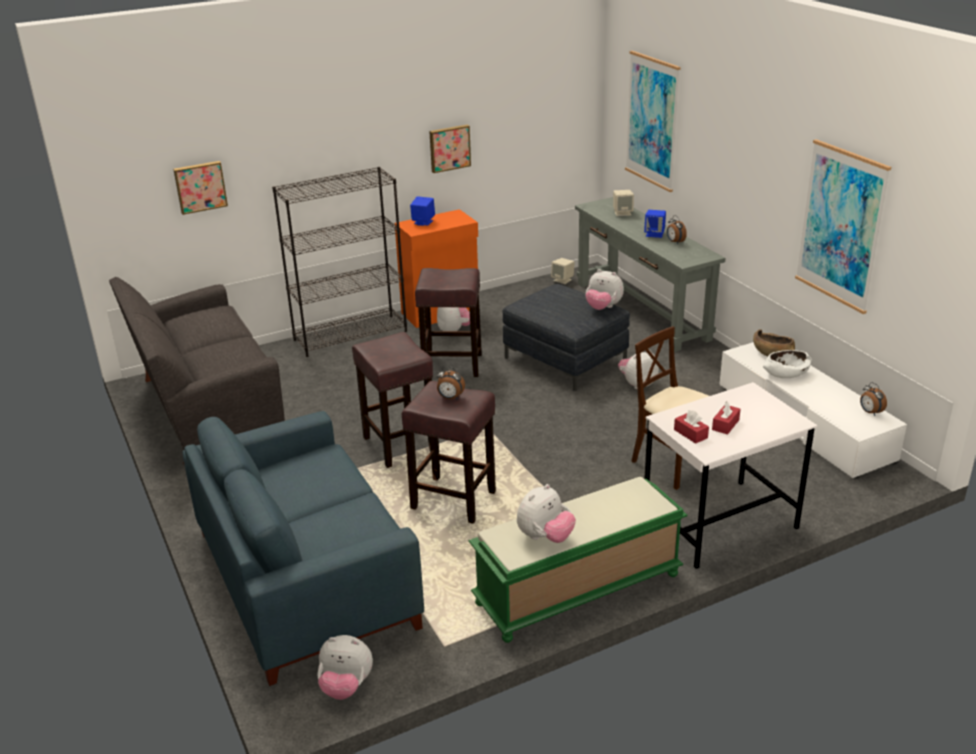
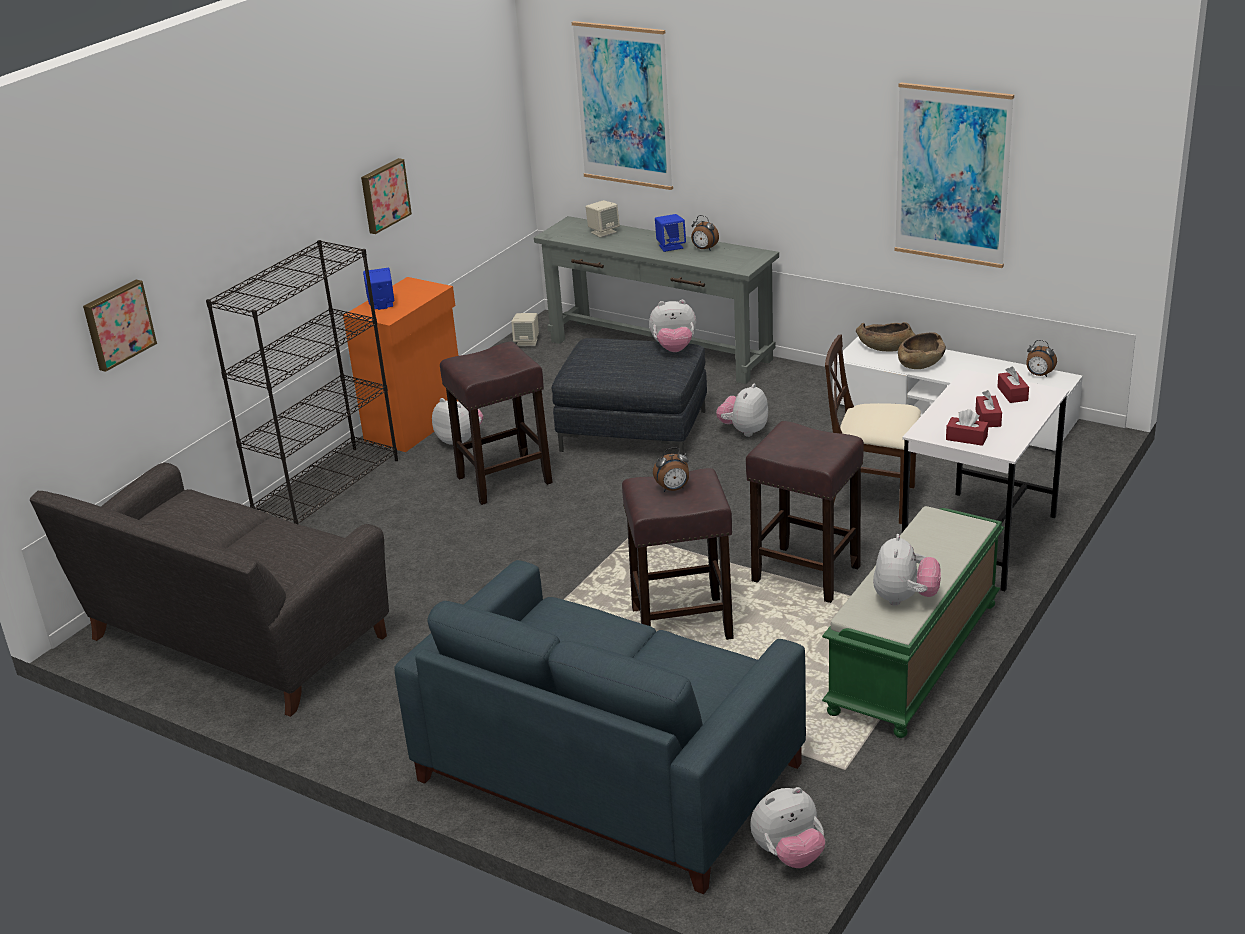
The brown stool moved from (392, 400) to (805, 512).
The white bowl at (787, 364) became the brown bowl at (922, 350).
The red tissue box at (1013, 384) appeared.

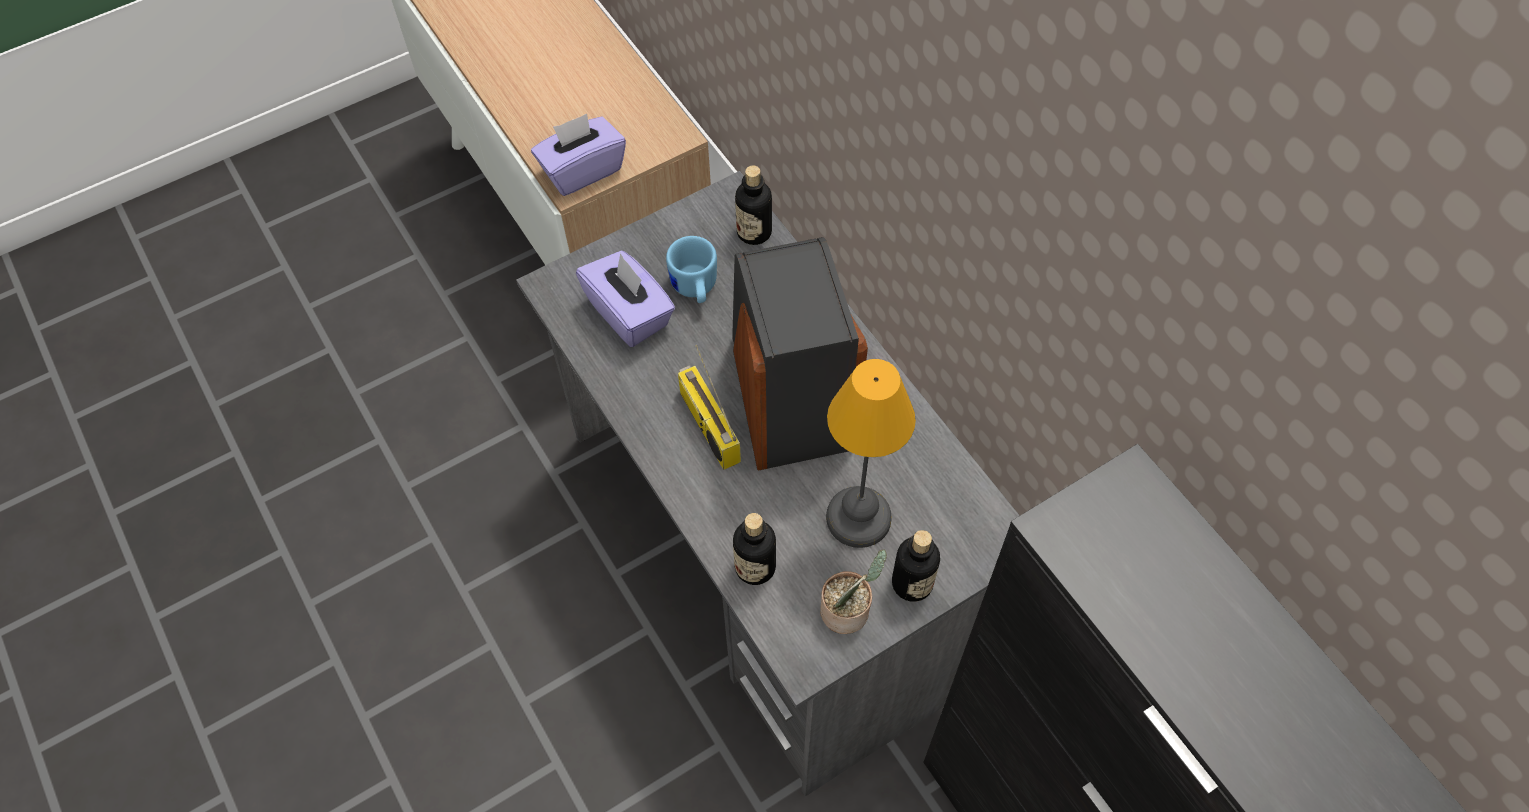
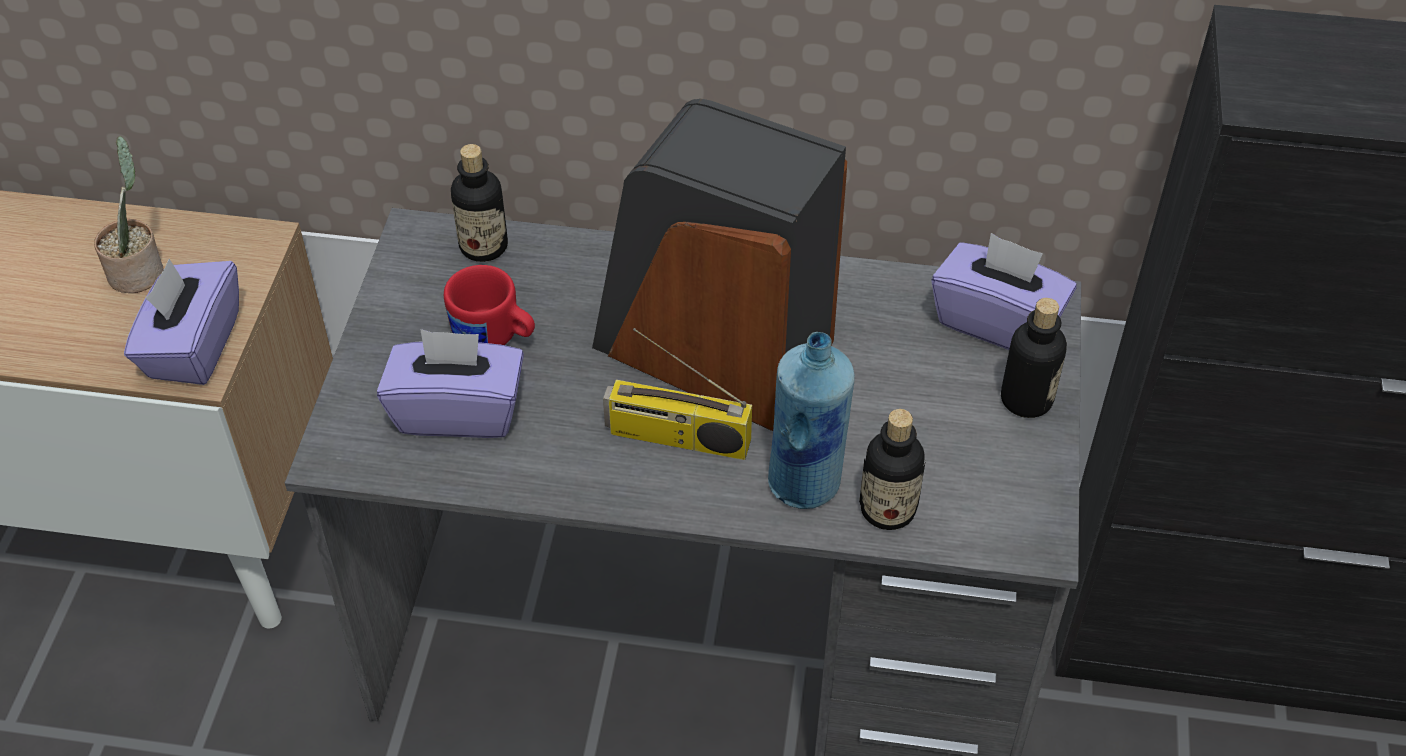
The blue mug at (691, 269) became the red mug at (489, 305).
The table lamp at (871, 453) disappeared.
The potted plant moved from (853, 592) to (129, 214).
The purple tissue box at (1003, 291) appeared.
The blue bottle at (811, 420) appeared.

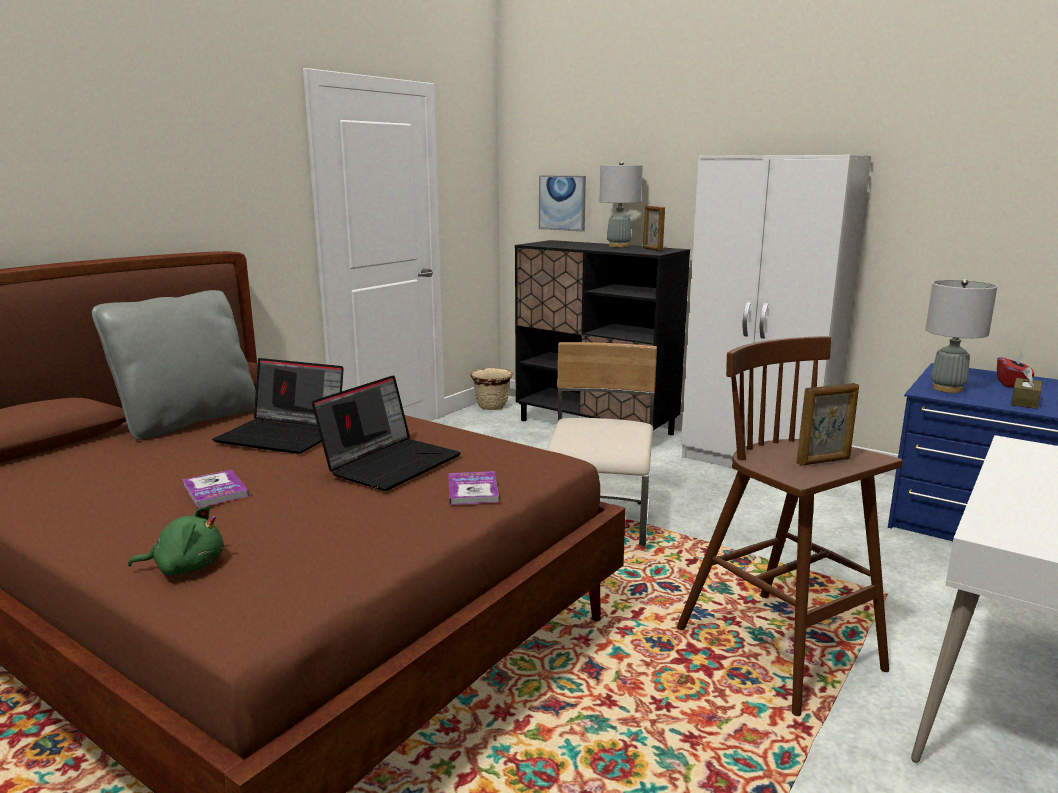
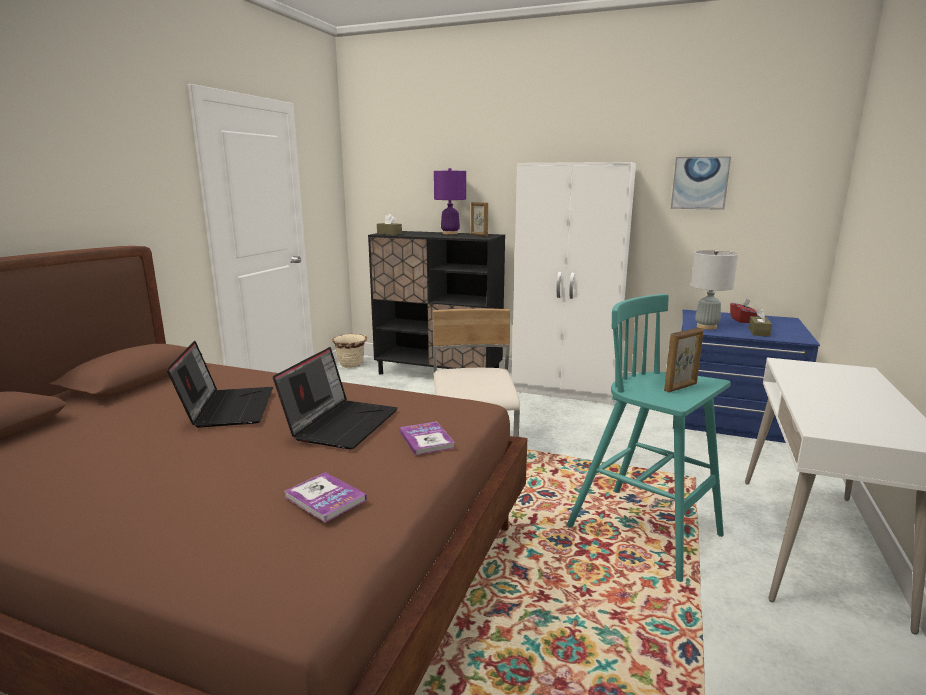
The grey table lamp at (621, 204) became the purple table lamp at (450, 201).
The picture moved from (562, 203) to (701, 183).
The grey pillow at (174, 365) disappeared.
The brown stool at (790, 526) became the turquoise stool at (649, 438).
The laptop at (278, 406) turned 105 degrees counterclockwise.
The book moved from (216, 489) to (325, 497).
The green plush toy at (176, 540) disappeared.
The brown tissue box at (389, 224) appeared.

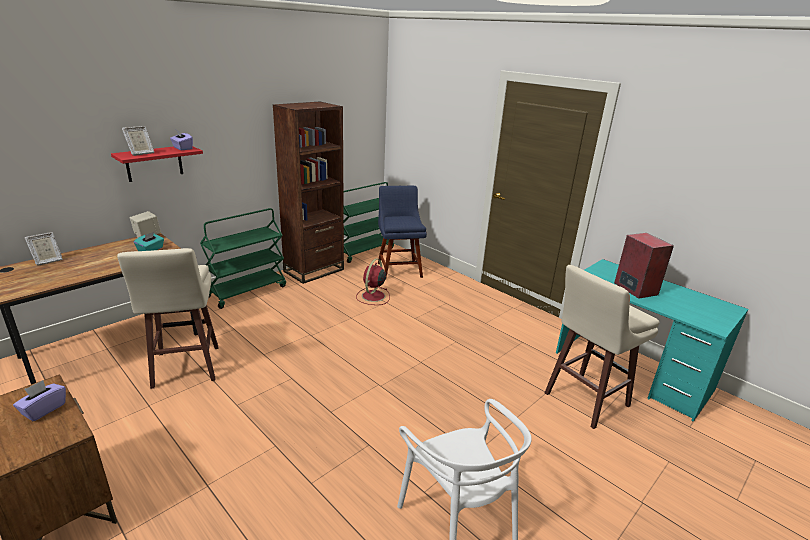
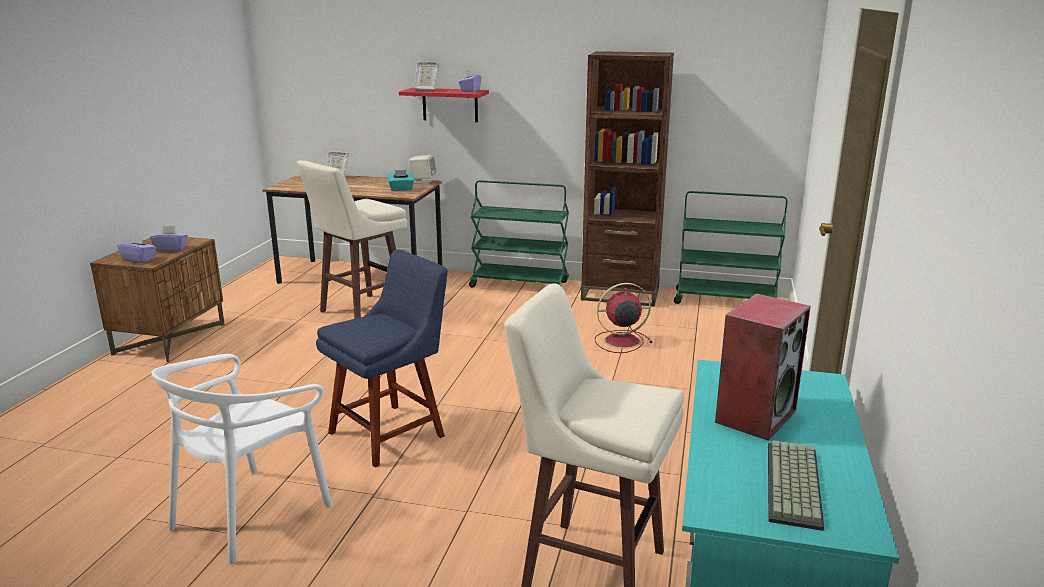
The blue chair moved from (402, 233) to (382, 359).
The purple tissue box at (137, 249) appeared.
The keyboard at (796, 485) appeared.

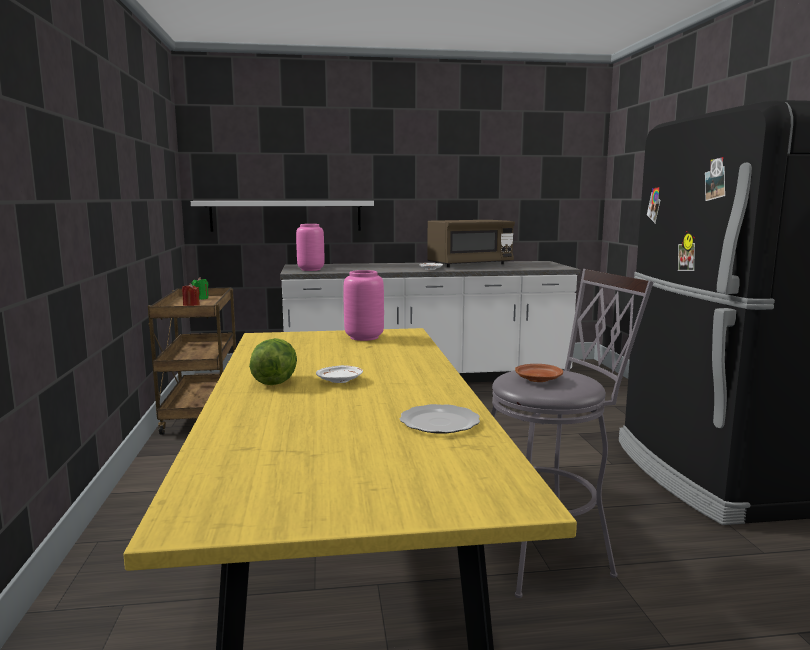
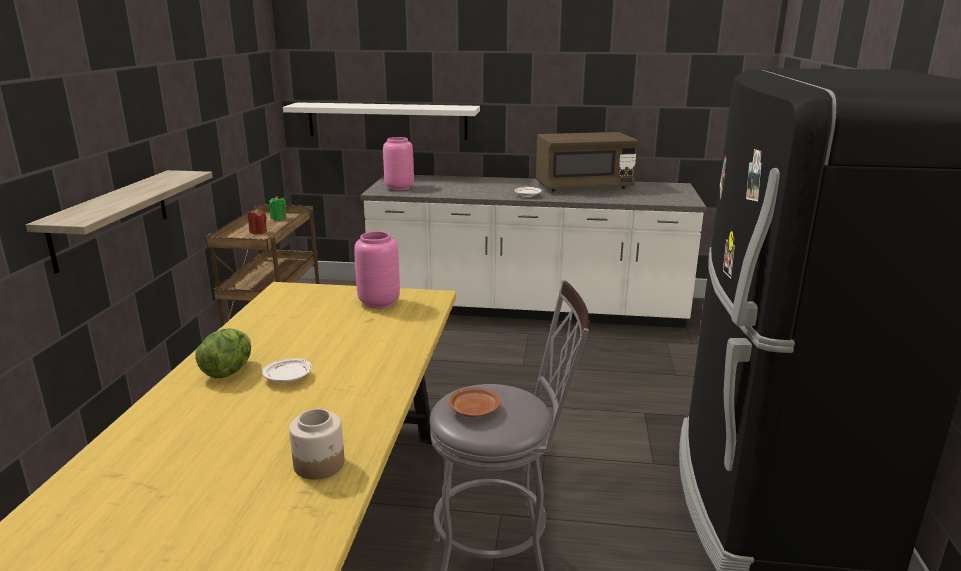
The plate at (440, 419) was replaced by the jar at (317, 444).
The shelf at (119, 221) appeared.

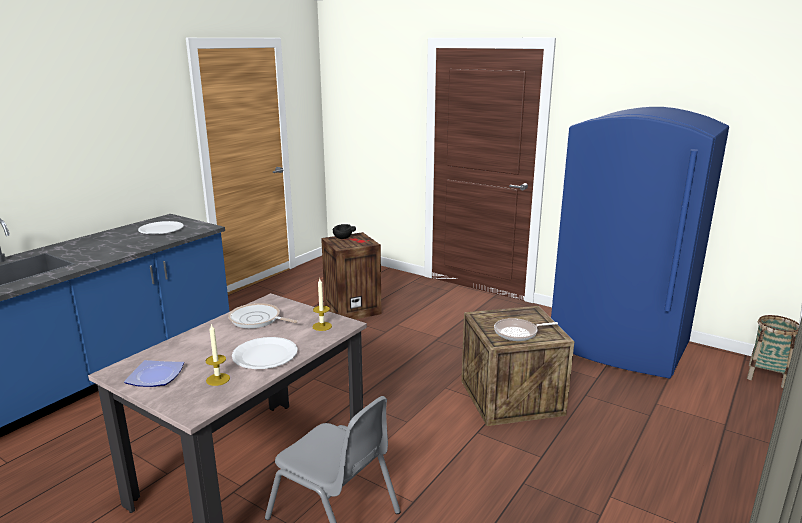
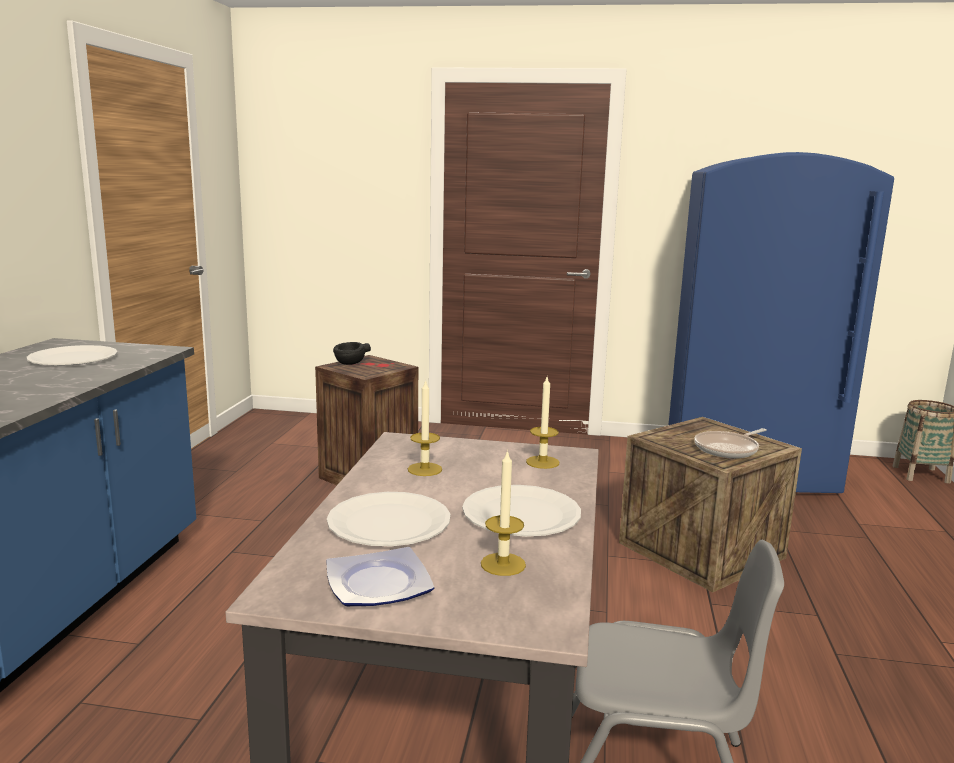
The frying pan at (263, 315) was replaced by the candle at (425, 428).
The white plate at (388, 519) appeared.

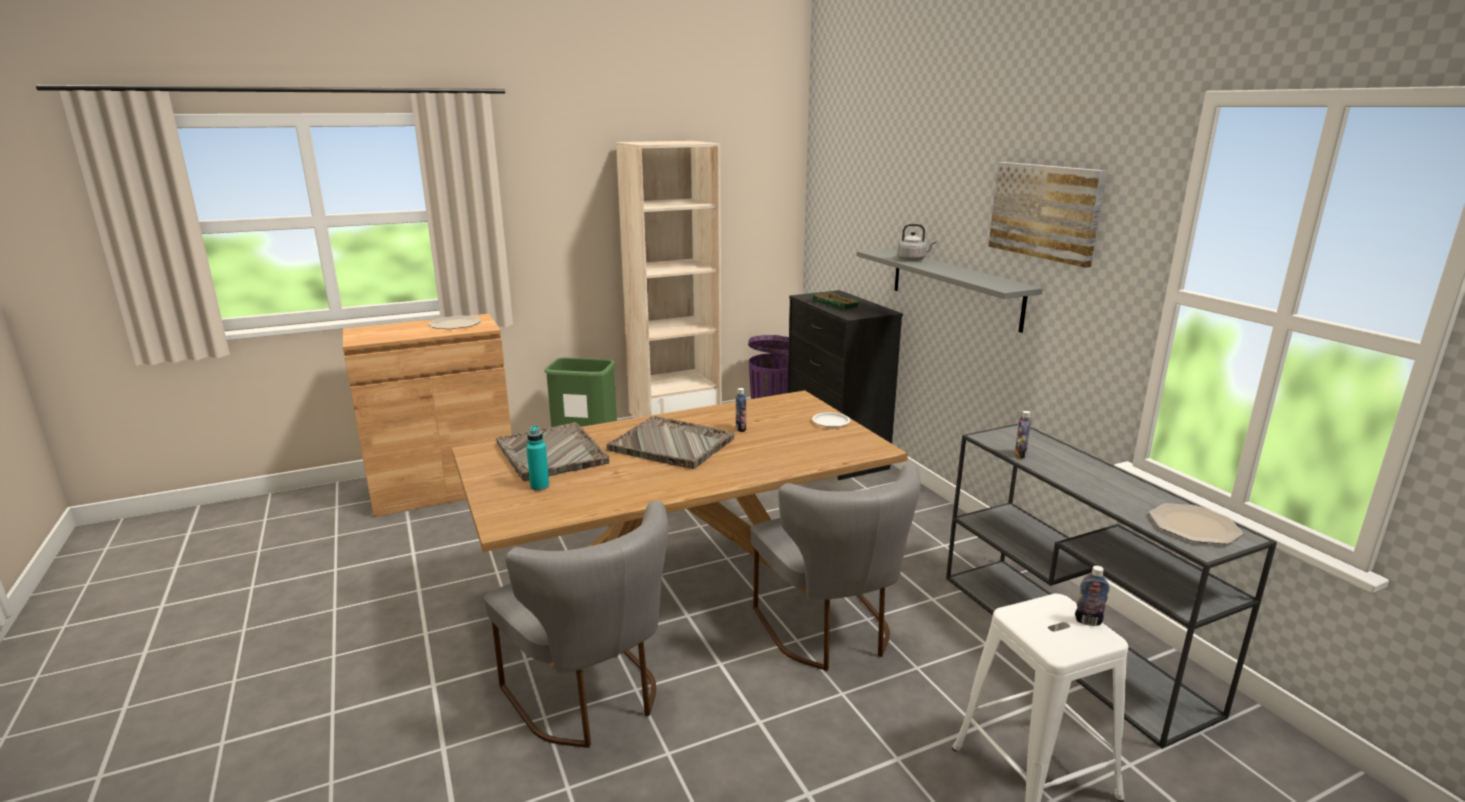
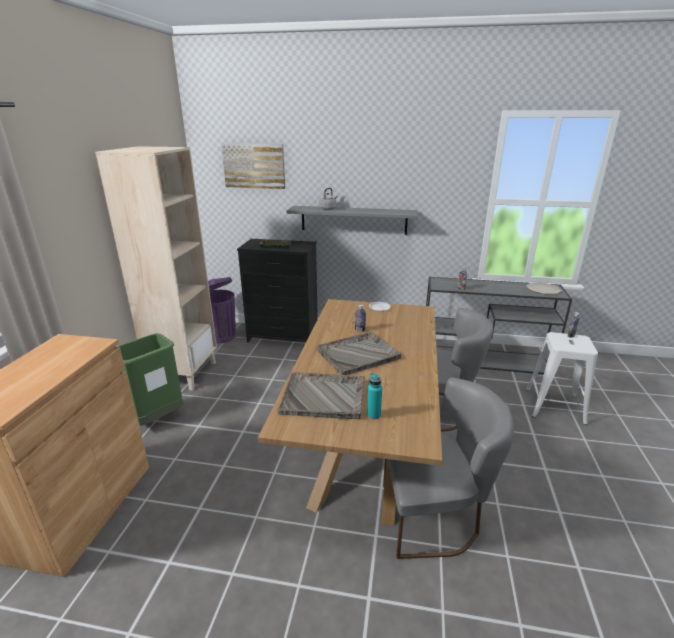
The picture moved from (1047, 215) to (253, 166).
The plate at (455, 322) disappeared.

